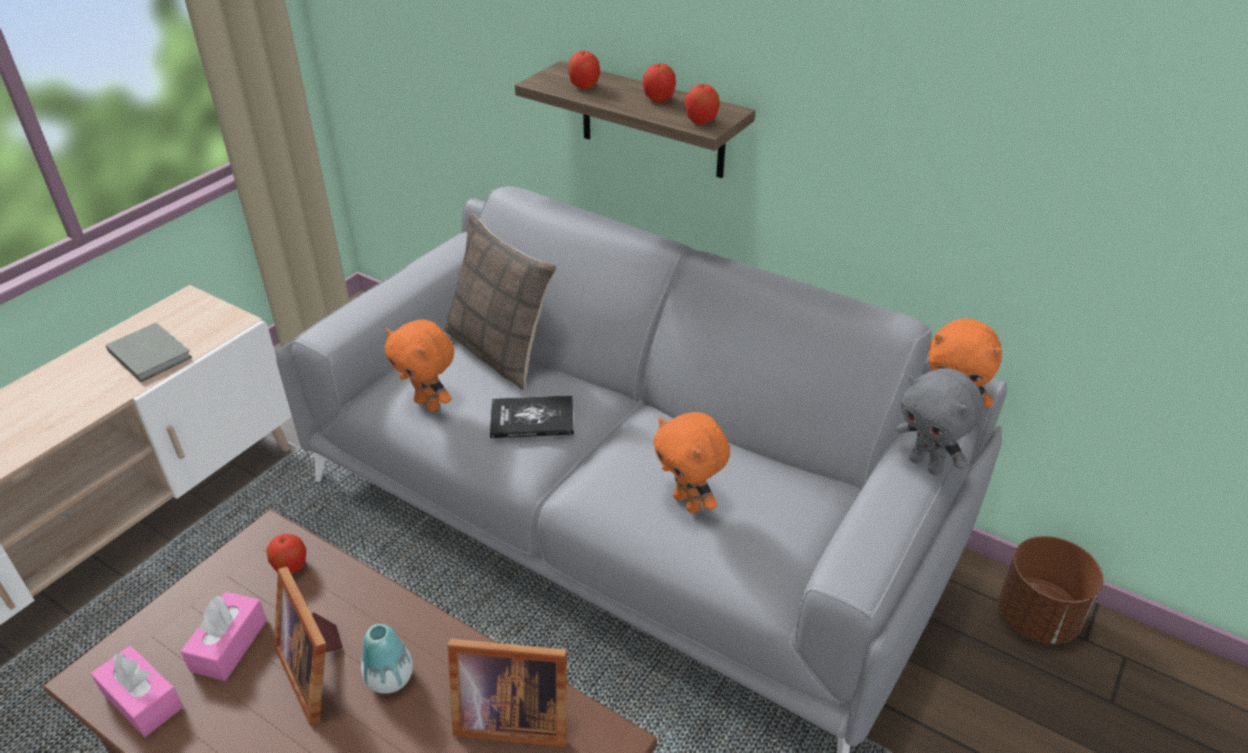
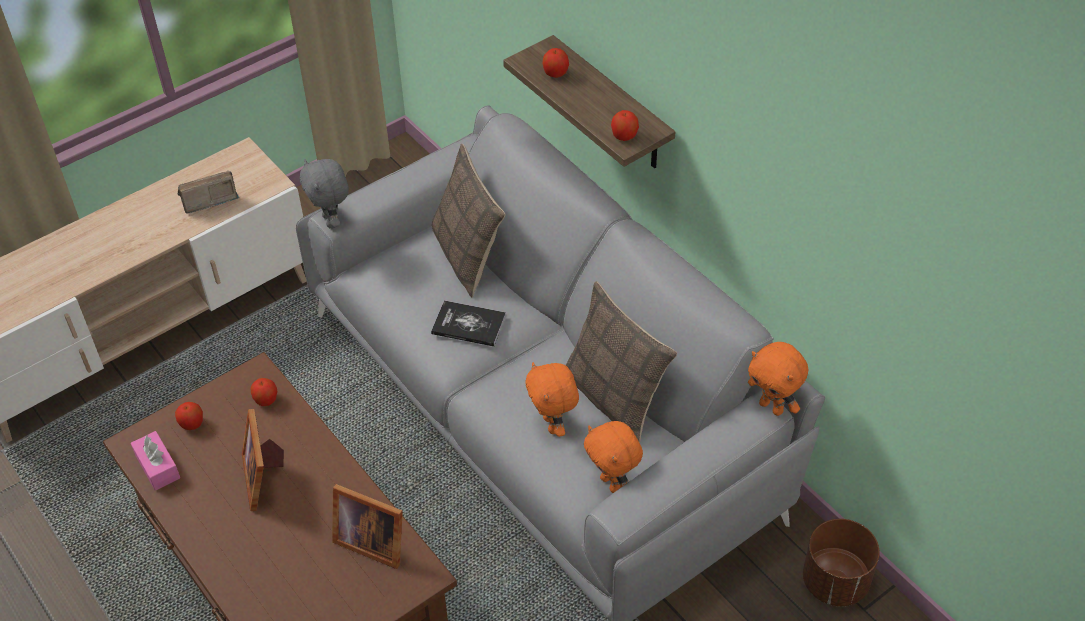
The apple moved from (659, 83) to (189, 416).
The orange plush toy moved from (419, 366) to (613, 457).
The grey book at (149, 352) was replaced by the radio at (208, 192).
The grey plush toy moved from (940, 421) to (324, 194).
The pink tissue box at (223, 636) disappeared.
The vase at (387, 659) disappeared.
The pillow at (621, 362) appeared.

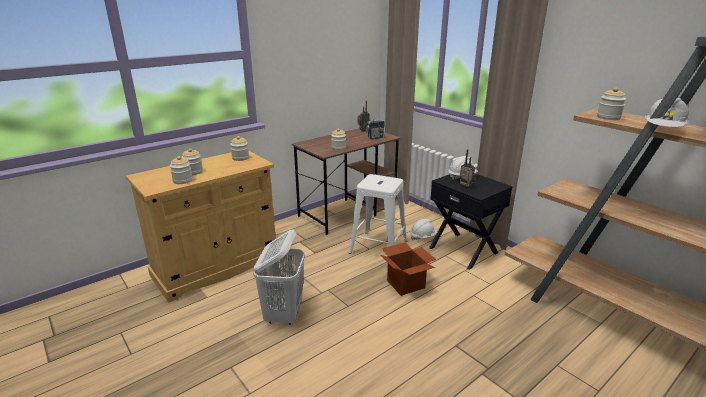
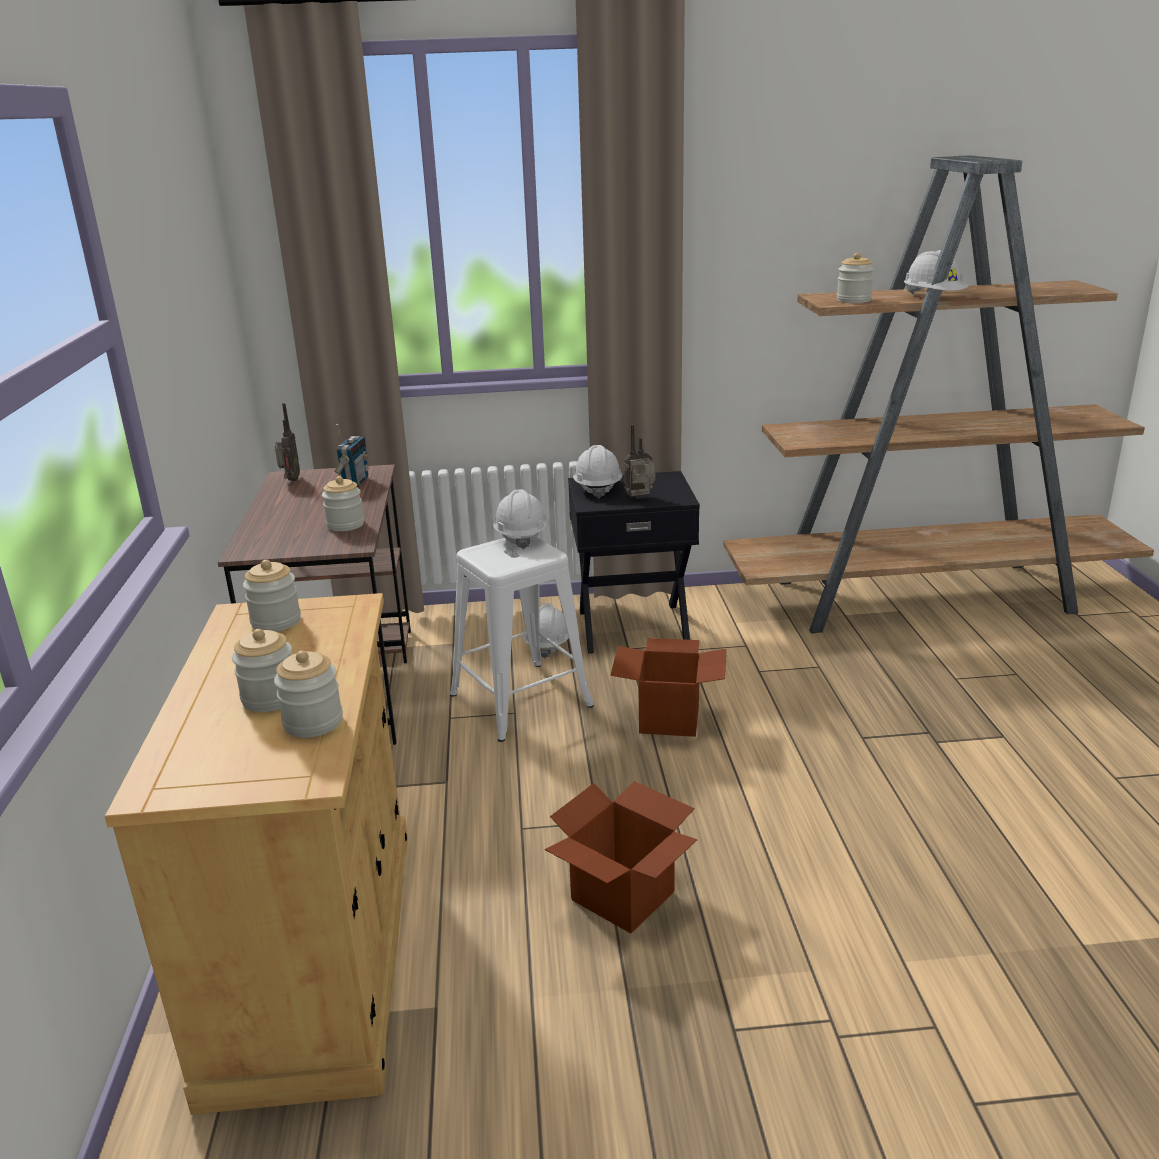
The white laundry basket at (279, 277) was replaced by the cardboard box at (621, 857).
The white hard hat at (520, 519) appeared.

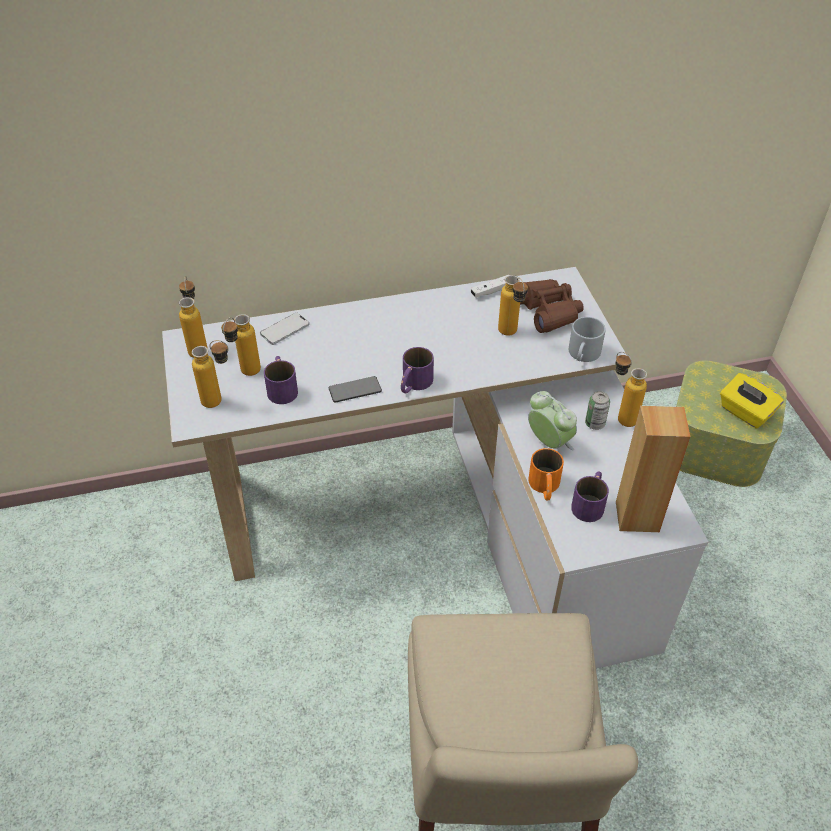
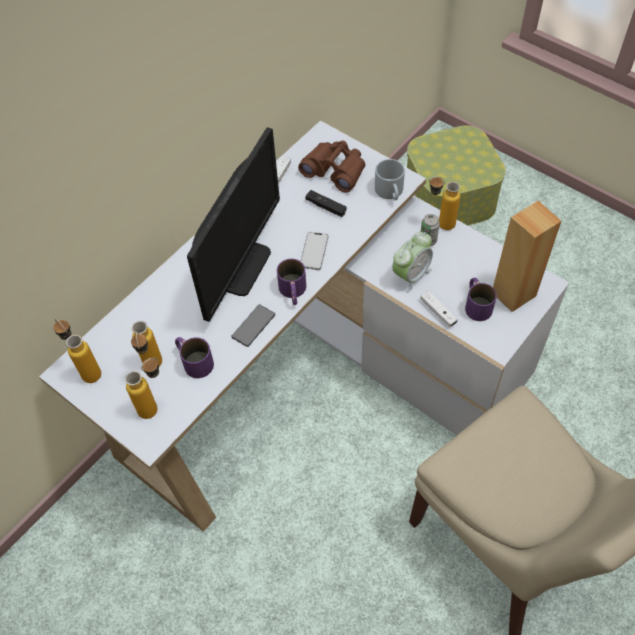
The bottle at (513, 305) was replaced by the black game controller at (326, 203).
The phone moved from (285, 328) to (314, 251).
The yellow tissue box at (752, 400) disappeared.
The alarm clock at (552, 420) turned 120 degrees clockwise.
The orange mug at (546, 474) was replaced by the white game controller at (439, 309).
The monitor at (233, 224) appeared.

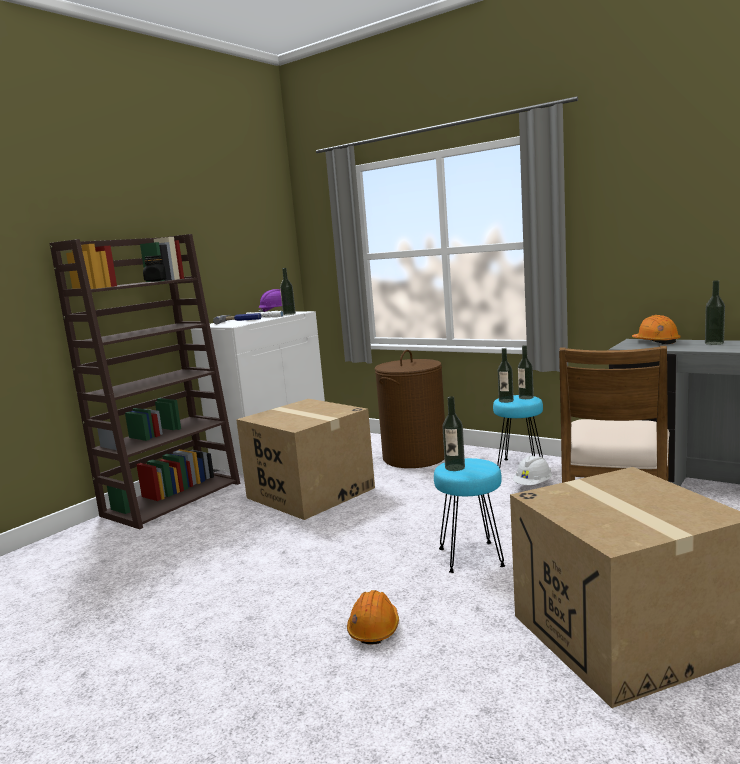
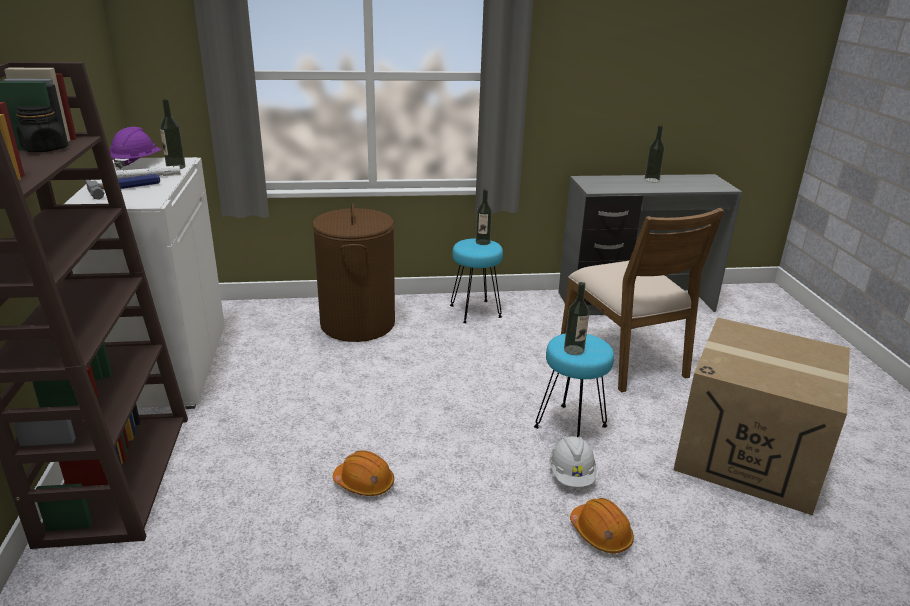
The orange hard hat moved from (656, 329) to (363, 473).
The bottle at (506, 375) disappeared.
The cardboard box at (305, 459) disappeared.
The white hard hat moved from (532, 470) to (572, 461).

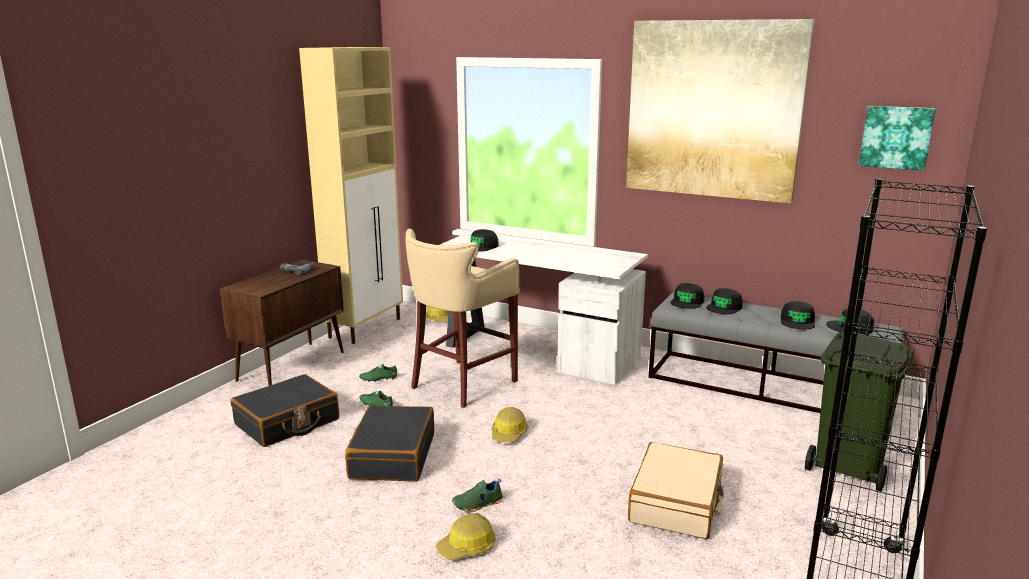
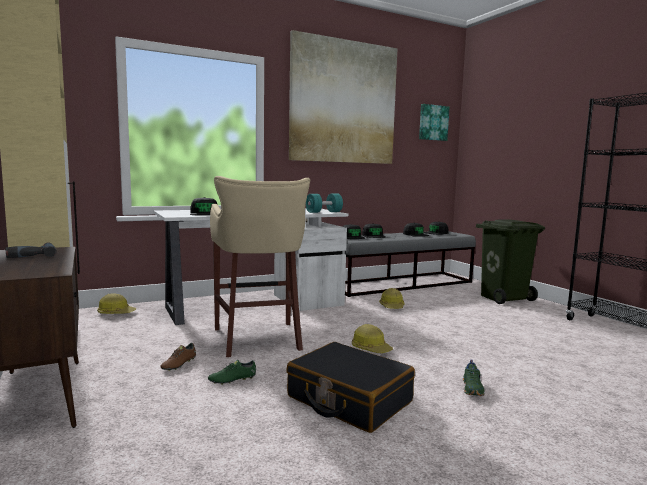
The green shoe at (378, 373) became the brown shoe at (178, 357).
The black suitcase at (285, 410) disappeared.
The beige suitcase at (676, 490) disappeared.
The hard hat moved from (466, 536) to (392, 298).
The turquoise dumbbell at (324, 203) appeared.

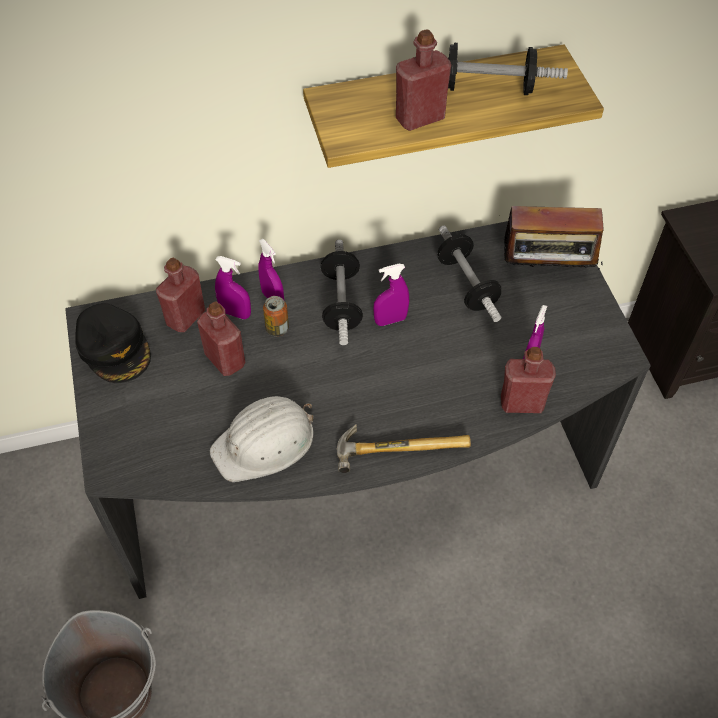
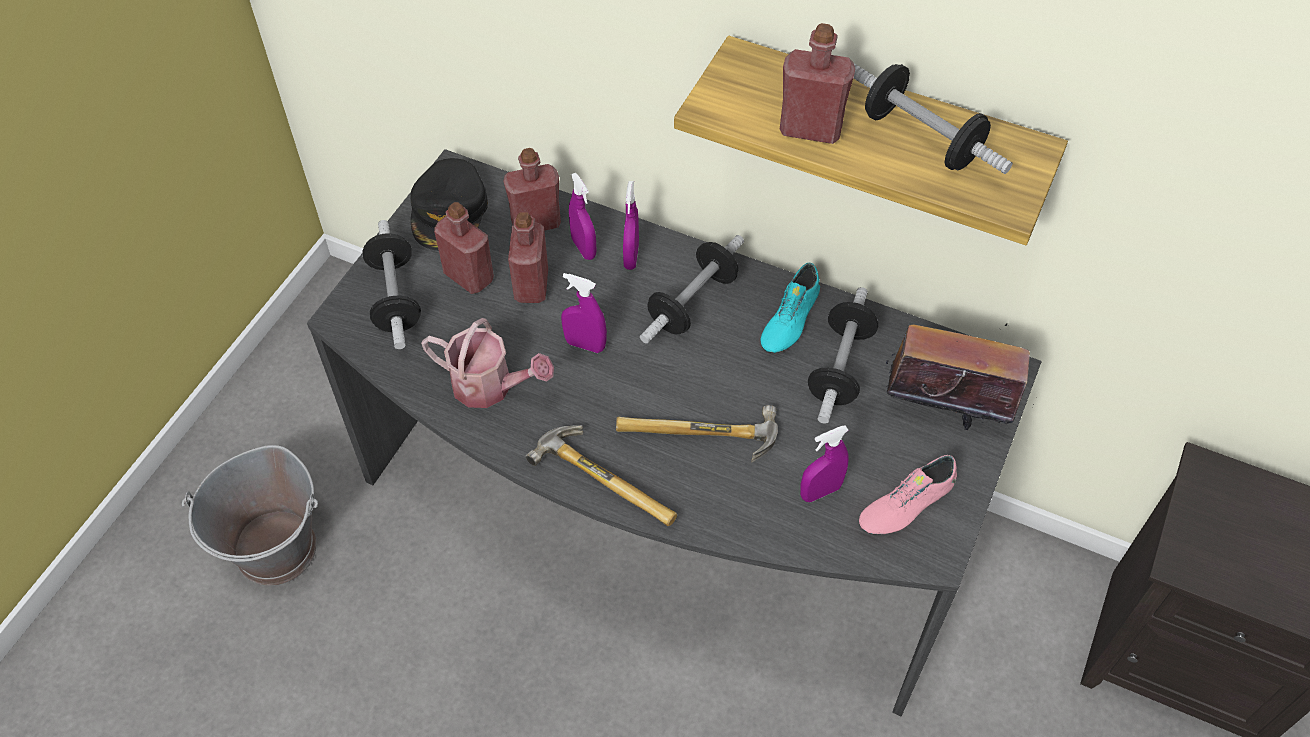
The radio at (552, 244) turned 150 degrees clockwise.
The purple spray bottle moved from (391, 295) to (584, 313).
The can at (276, 316) disappeared.
The red bottle moved from (528, 380) to (464, 248).
The white hard hat at (262, 439) was replaced by the watering can at (487, 363).
The dumbbell at (391, 284) appeared.
The turquoise shoe at (790, 308) appeared.
The hammer at (697, 433) appeared.
The pink shoe at (908, 495) appeared.

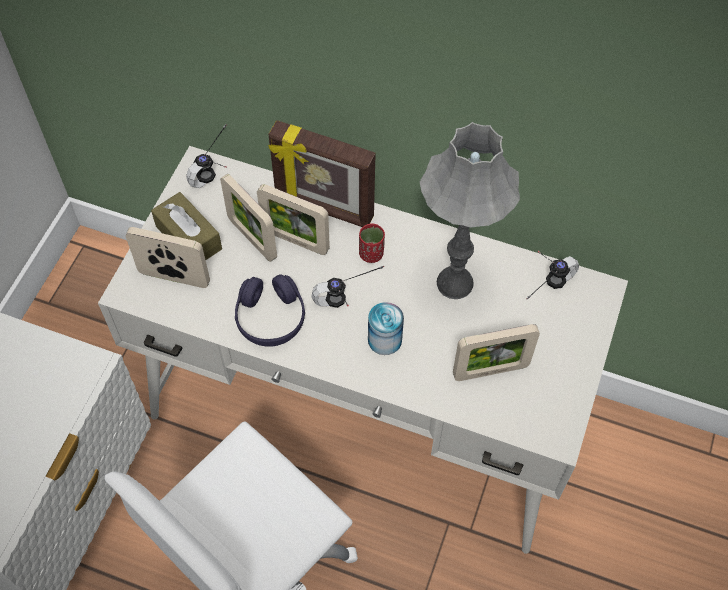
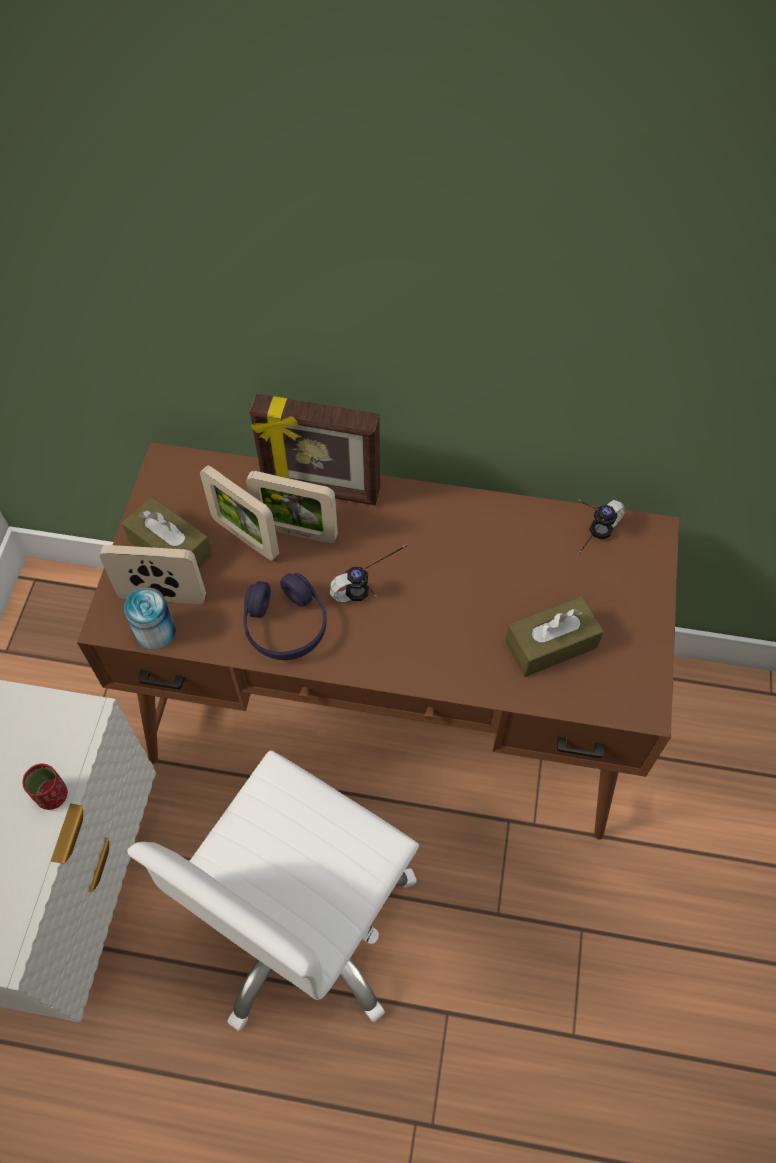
The grey table lamp at (470, 210) disappeared.
The headphones at (206, 156) disappeared.
The white desk at (363, 350) became the brown desk at (378, 640).
The red cup moved from (372, 243) to (45, 787).
The can moved from (386, 328) to (150, 618).
The picture frame at (496, 352) was replaced by the brown tissue box at (554, 636).

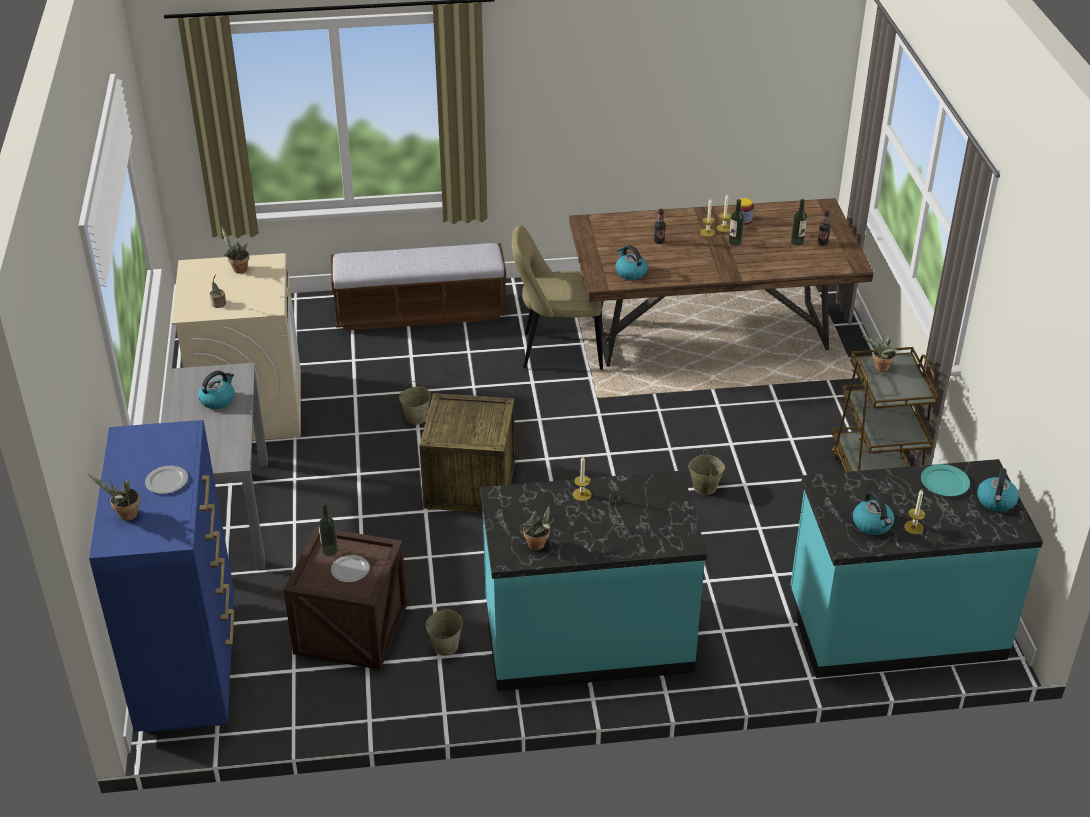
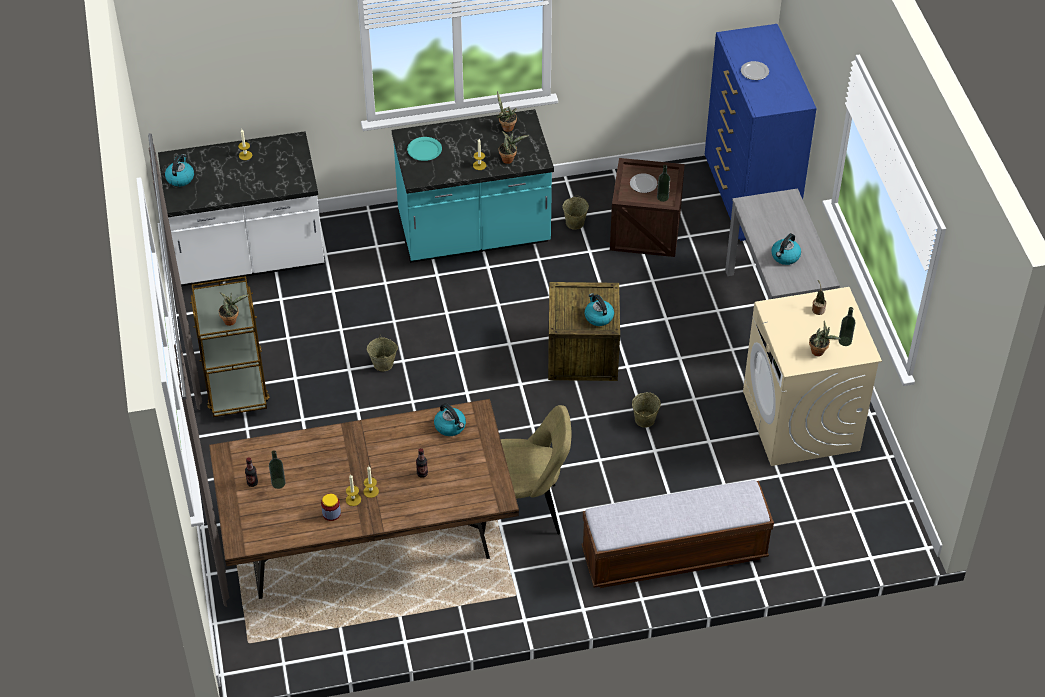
The bottle moved from (736, 222) to (847, 326).
The turquoise counter at (917, 568) became the white counter at (241, 208).
The turquoise plate moved from (945, 480) to (424, 149).
The potted plant moved from (114, 497) to (514, 147).
The kettle moved from (873, 513) to (599, 309).

